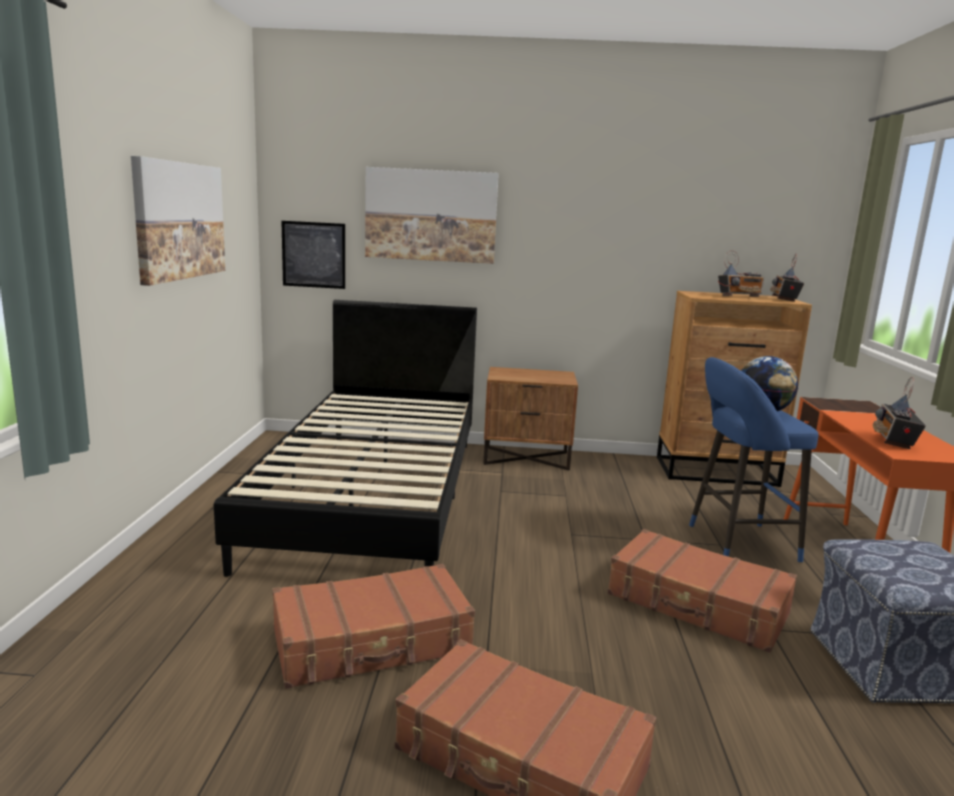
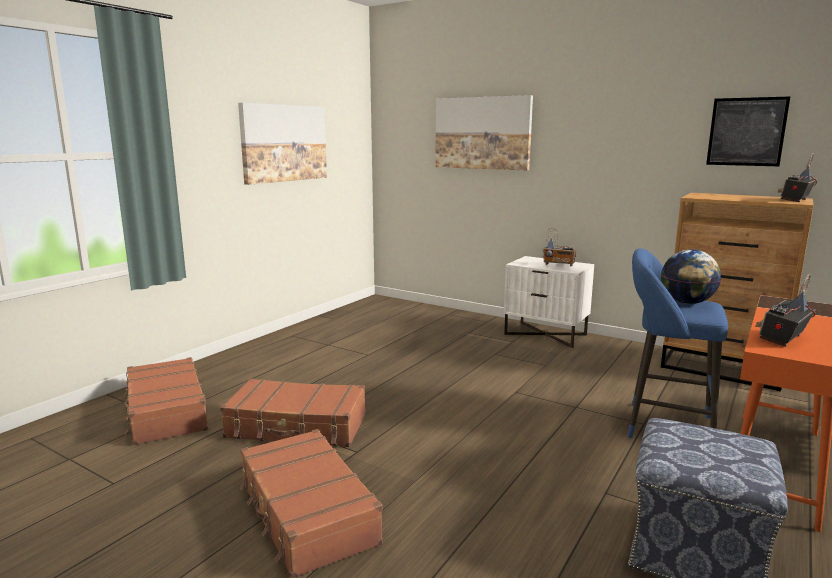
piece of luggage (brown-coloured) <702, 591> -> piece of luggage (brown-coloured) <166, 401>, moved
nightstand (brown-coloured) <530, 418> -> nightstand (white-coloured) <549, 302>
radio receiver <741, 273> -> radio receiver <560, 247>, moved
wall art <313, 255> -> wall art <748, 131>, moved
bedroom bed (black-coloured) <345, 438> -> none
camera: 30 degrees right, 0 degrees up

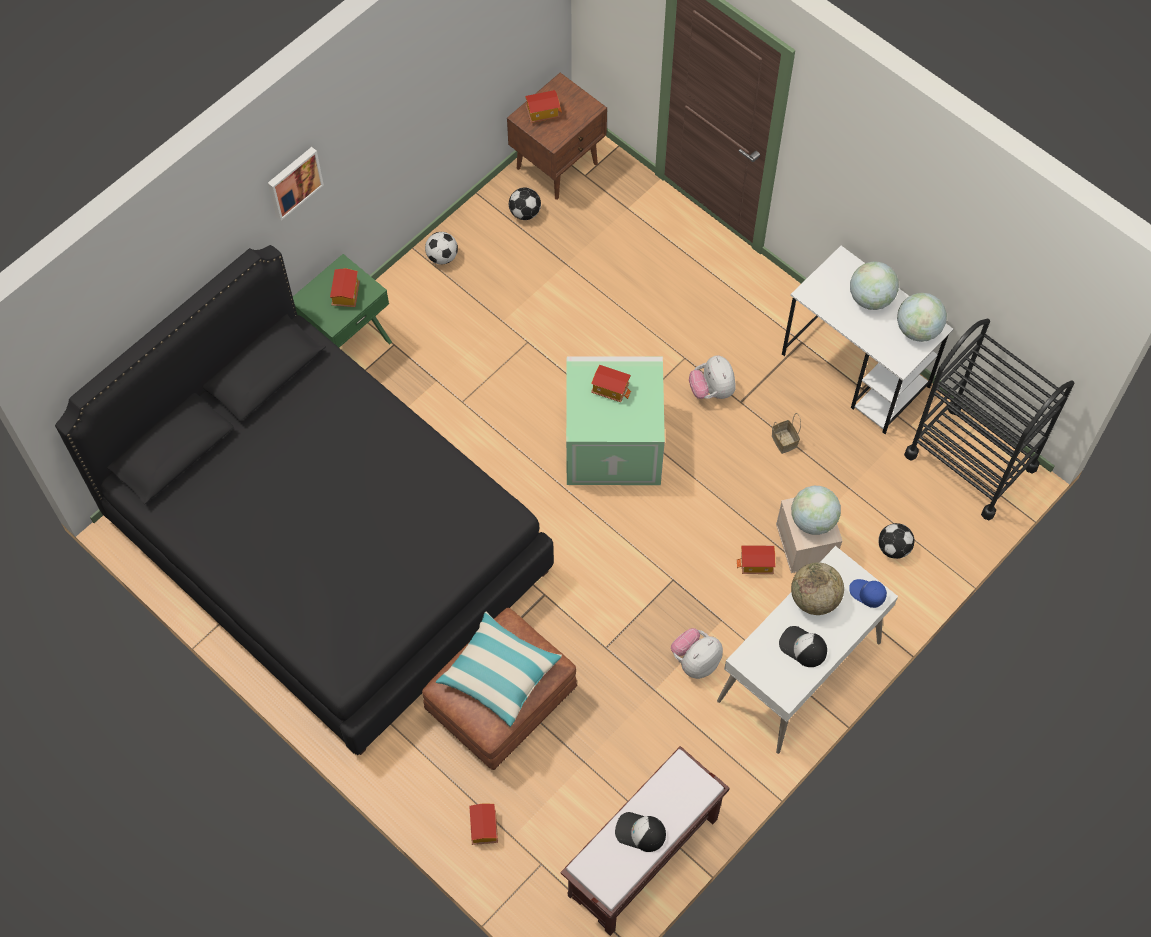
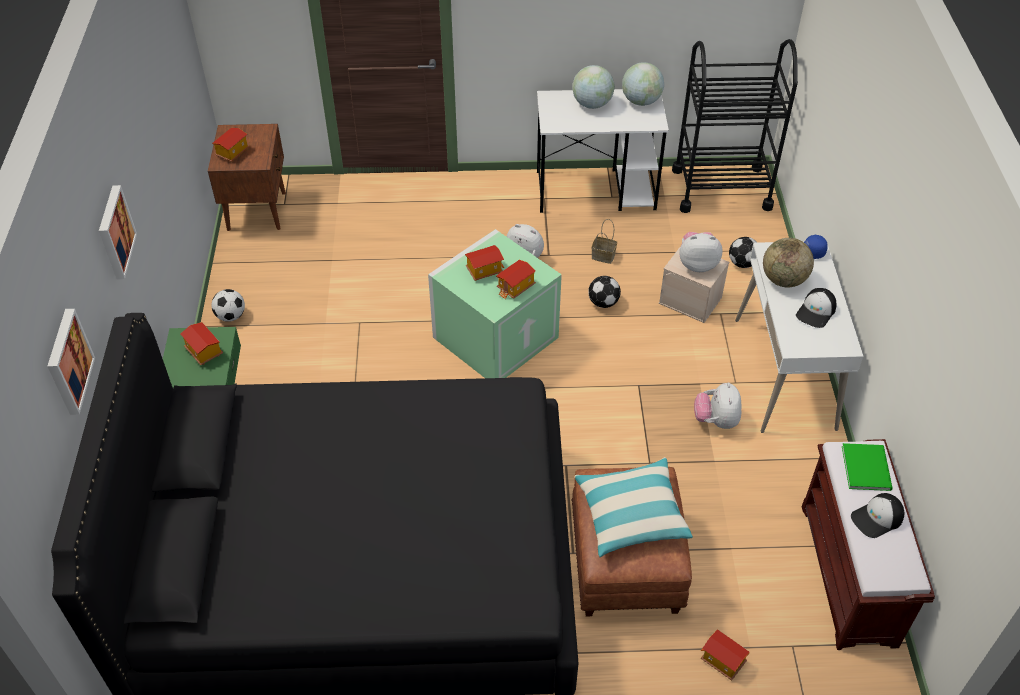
none -> wall art <71, 362>
model house <756, 560> -> model house <516, 279>, moved
football <525, 203> -> football <604, 292>, moved
world globe <816, 510> -> soft toy <701, 252>
cap <803, 646> -> cap <816, 308>, 45 degrees counterclockwise
none -> volume (green-coloured) <867, 467>
camera: 45 degrees left, 15 degrees down

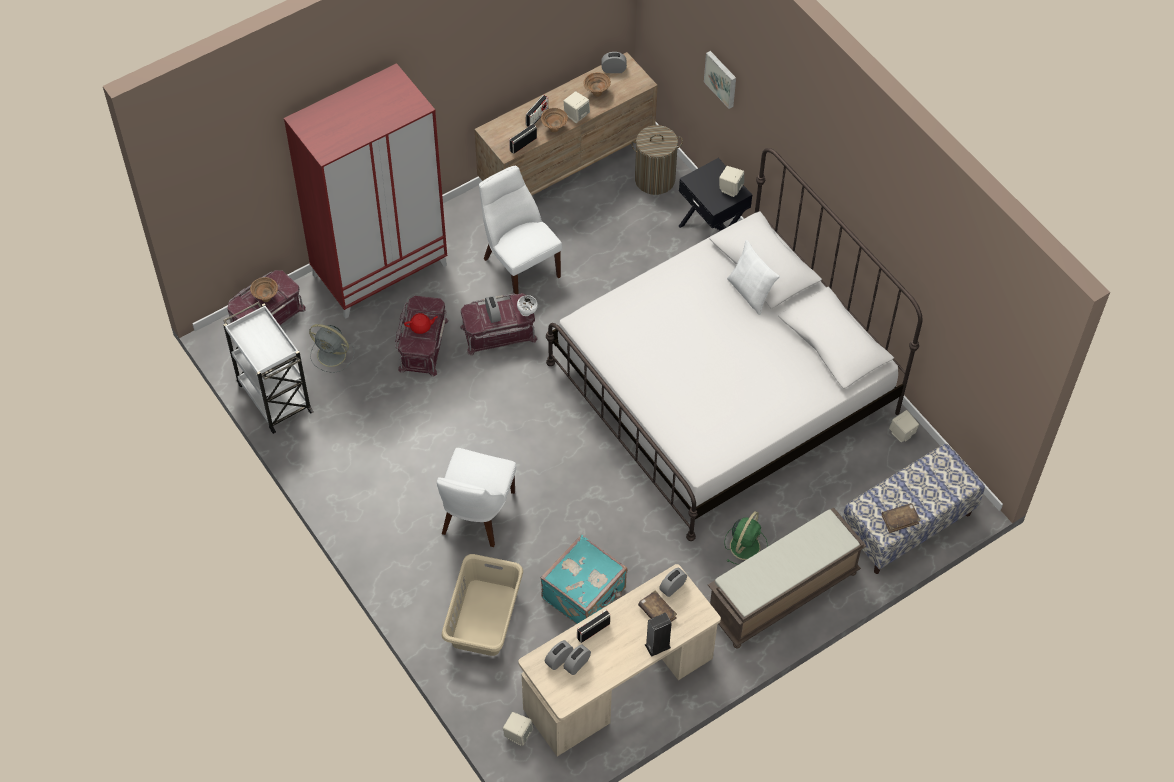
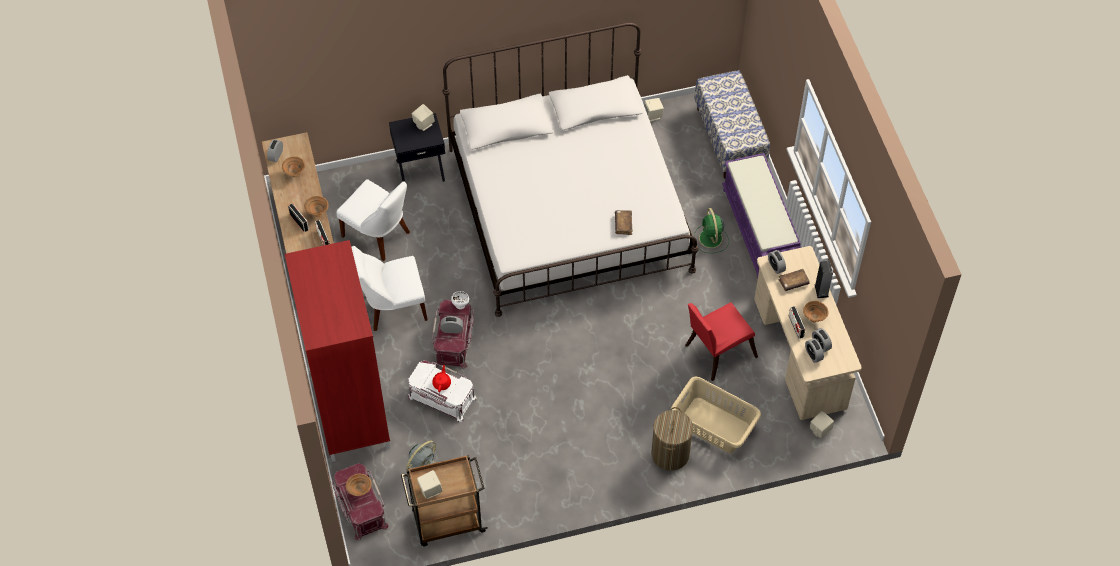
plain chair (white-coloured) <476, 497> -> plain chair (white-coloured) <373, 220>, moved
trolley (white-coloured) <268, 368> -> trolley (brown-coloured) <444, 500>
storage box (red-coloured) <422, 336> -> storage box (white-coloured) <442, 391>
speaker (sand-coloured) <577, 107> -> speaker (sand-coloured) <429, 484>, moved
volume (brown-coloured) <901, 518> -> volume (brown-coloured) <624, 222>, moved
hamper <657, 160> -> hamper <672, 439>, moved
piece of luggage (turquoise) <584, 579> -> plain chair (red-coloured) <721, 341>
cooling fan (green-coloured) <746, 538> -> cooling fan (green-coloured) <711, 230>, 150 degrees counterclockwise
indoor bench (brown-coloured) <787, 577> -> indoor bench (purplish) <761, 216>
none -> deep dish (brown-coloured) <815, 311>
wall art <720, 80> -> none
throw pillow (white-coloured) <753, 277> -> none
camera: 70 degrees left, 0 degrees up

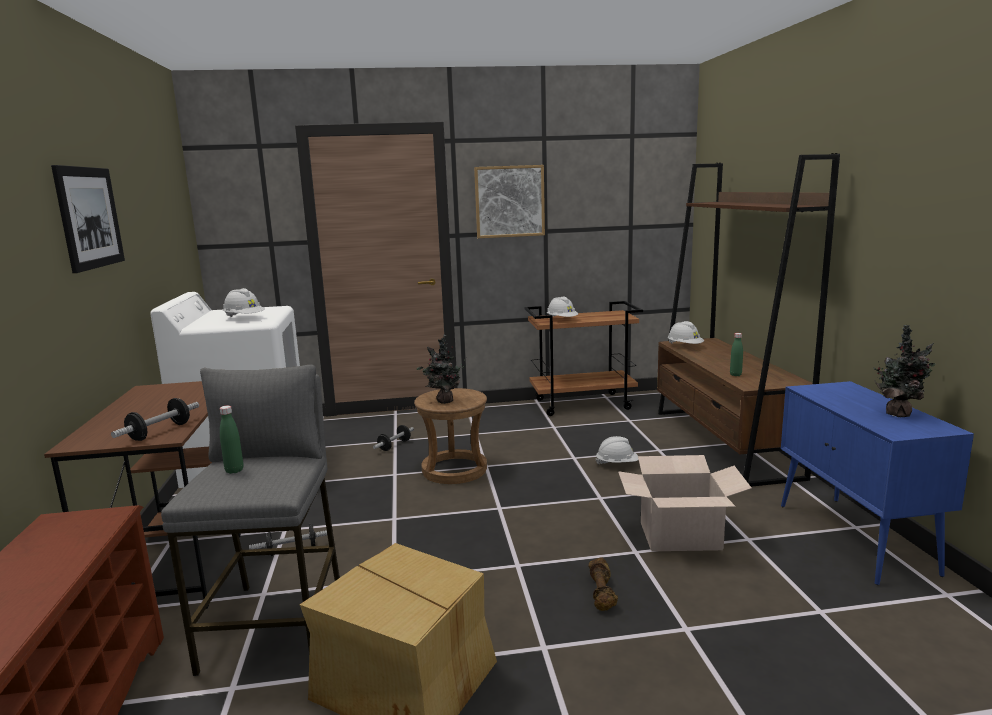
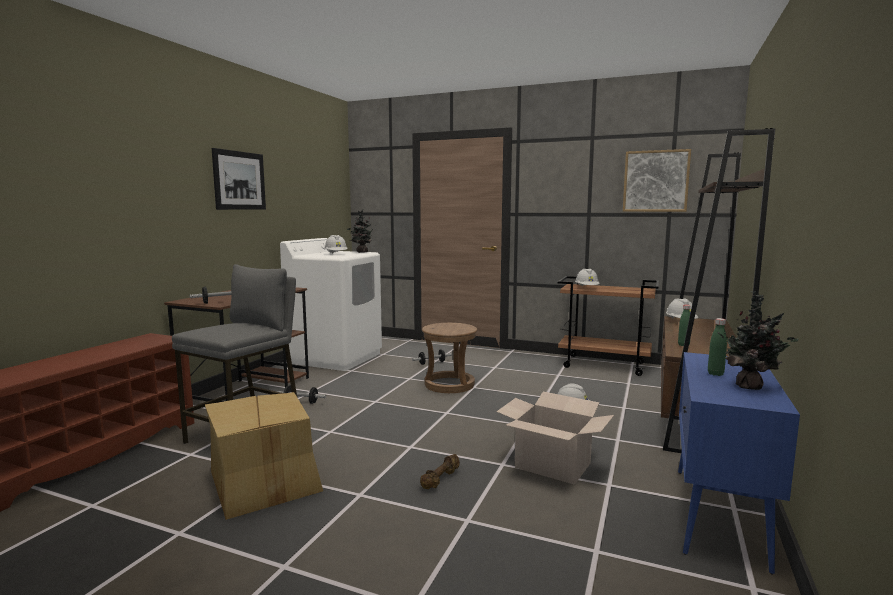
plant in a pot <441, 369> -> plant in a pot <360, 231>, moved
wall art <509, 201> -> wall art <657, 180>, moved
bottle (green-coloured) <232, 440> -> bottle (green-coloured) <717, 347>, moved
camera: 30 degrees right, 5 degrees down

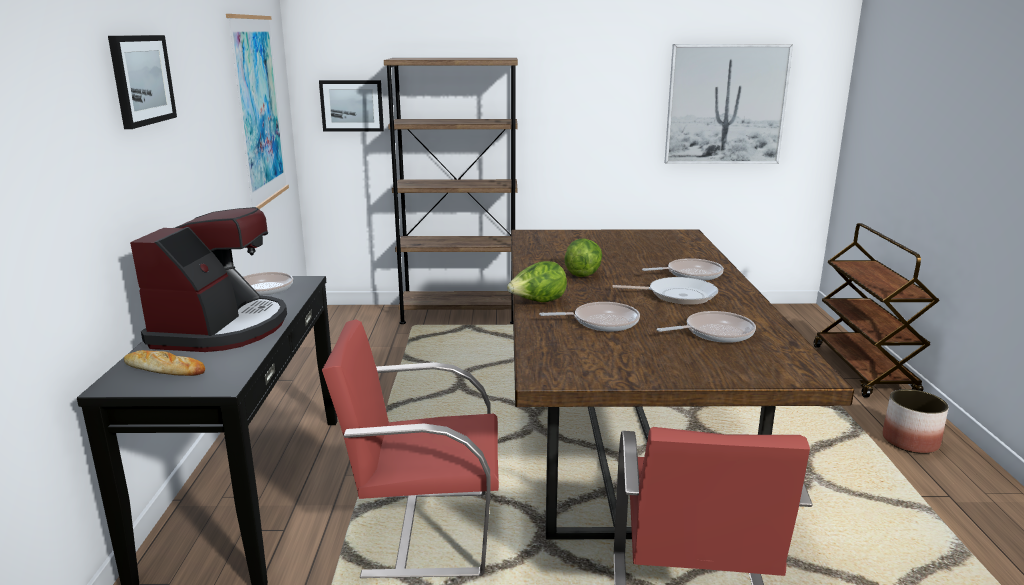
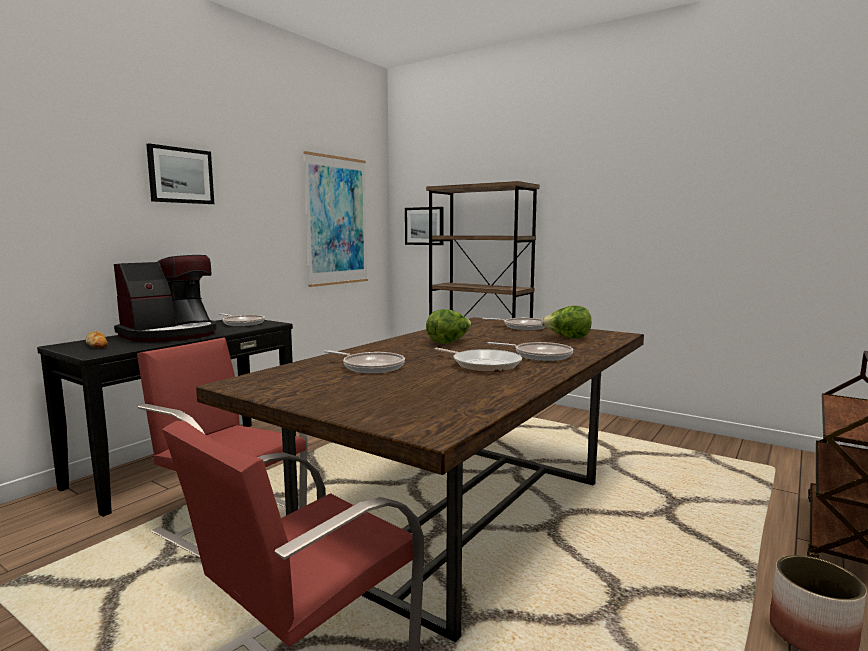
skillet <706, 327> -> skillet <513, 324>, moved
head of lettuce <537, 281> -> head of lettuce <566, 322>, moved
wall art <728, 104> -> none
camera: 35 degrees right, 10 degrees down

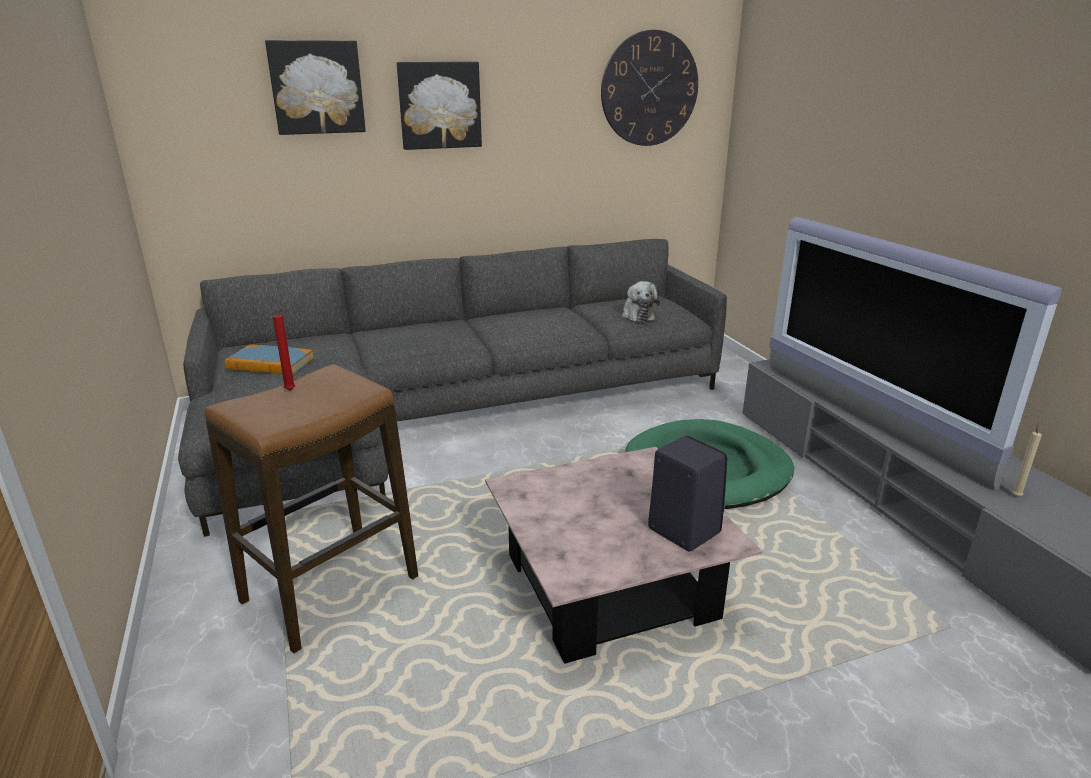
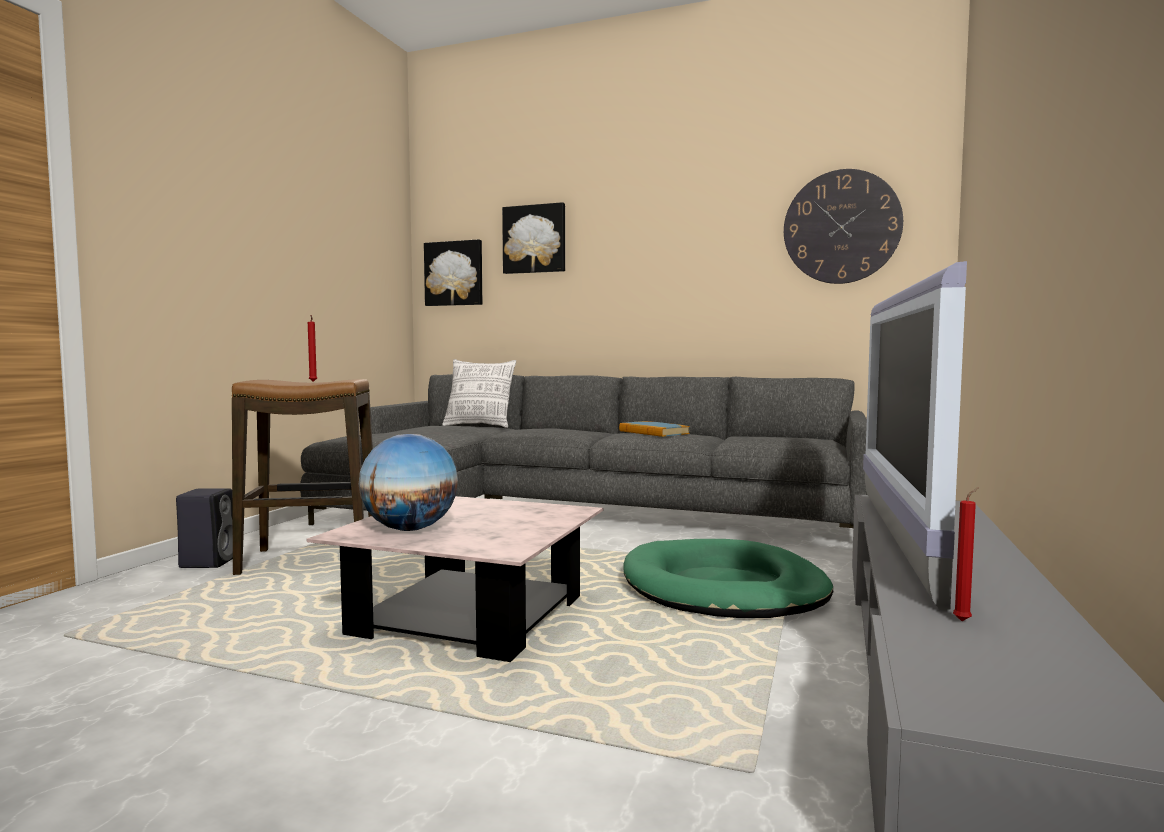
speaker (black-coloured) <687, 493> -> speaker (black-coloured) <204, 528>, moved
none -> world globe <408, 482>
wall art <439, 106> -> wall art <453, 272>, moved
none -> throw pillow <479, 393>
volume <269, 359> -> volume <654, 429>, moved
wax light (sand-coloured) <1027, 460> -> wax light (red-coloured) <966, 554>
soft toy <641, 301> -> none
camera: 40 degrees right, 20 degrees down

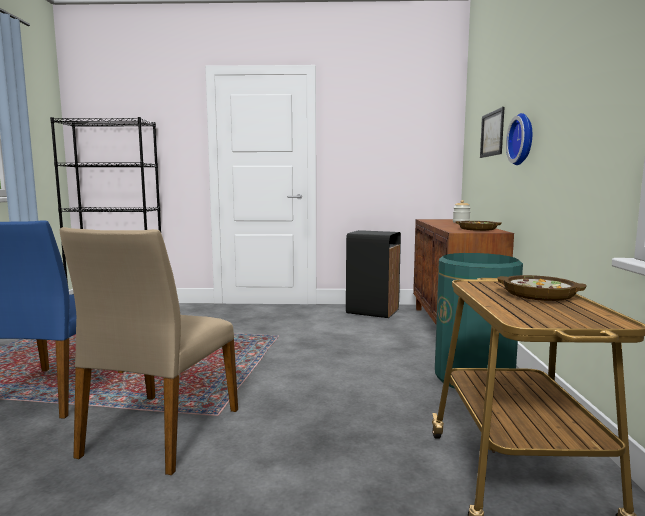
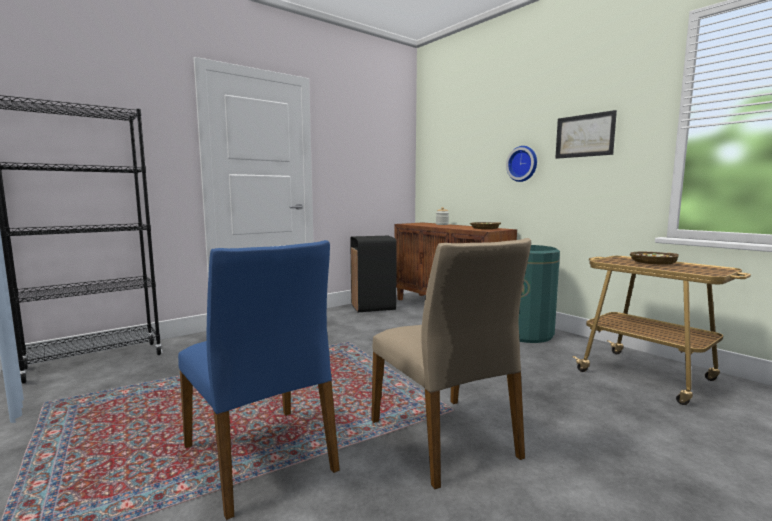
wall art <492, 132> -> wall art <586, 134>, moved
camera: 40 degrees left, 0 degrees up

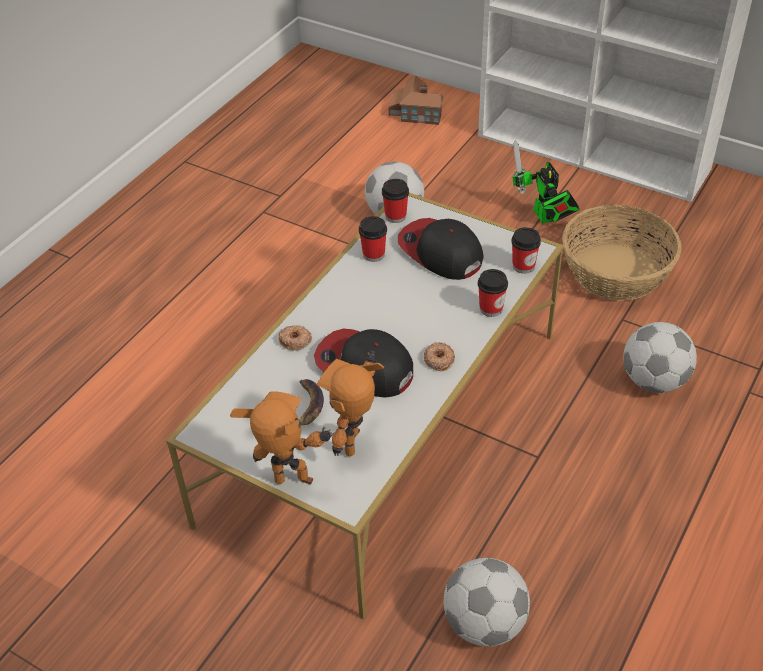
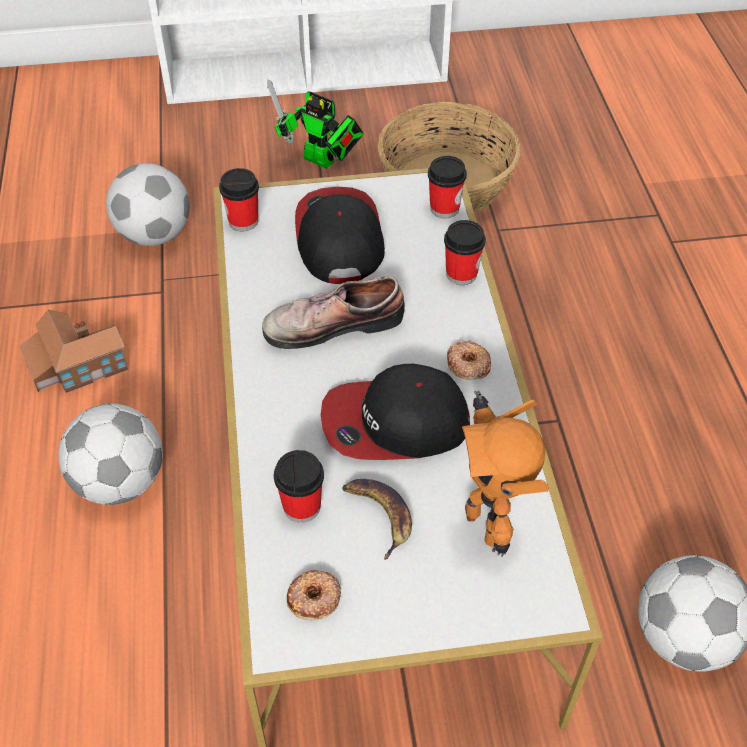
model house <416, 100> -> model house <73, 351>, moved
football <660, 357> -> football <110, 454>, moved
none -> low shoe <333, 312>
cup <373, 239> -> cup <299, 486>, moved
ring doughnut <295, 338> -> ring doughnut <314, 595>, moved
cap <441, 249> -> cap <340, 235>, 75 degrees clockwise
robot figure <282, 438> -> none
camera: 40 degrees left, 5 degrees up

